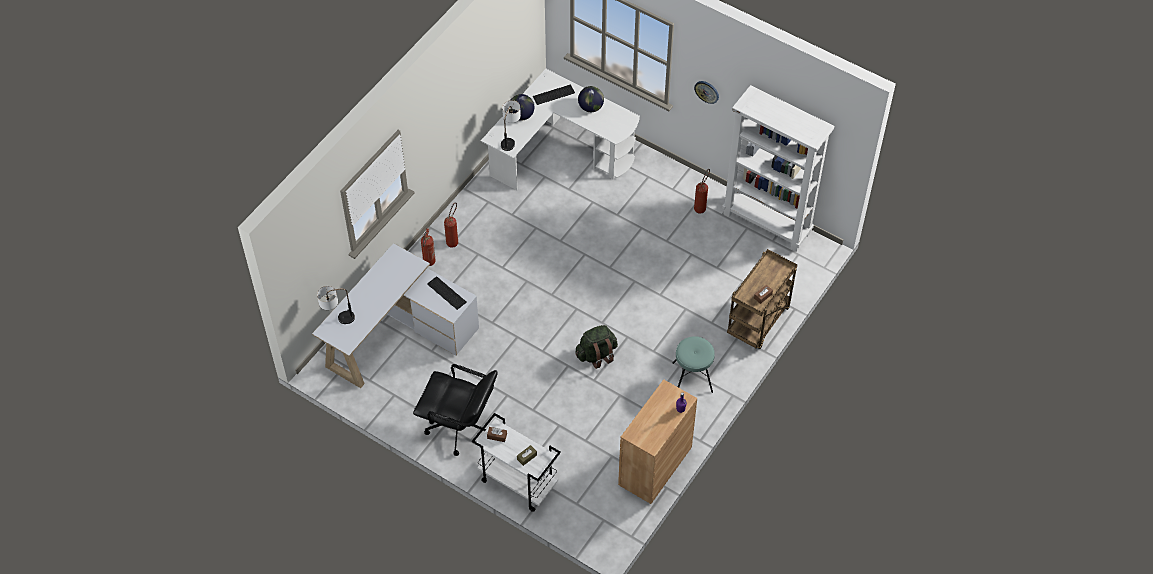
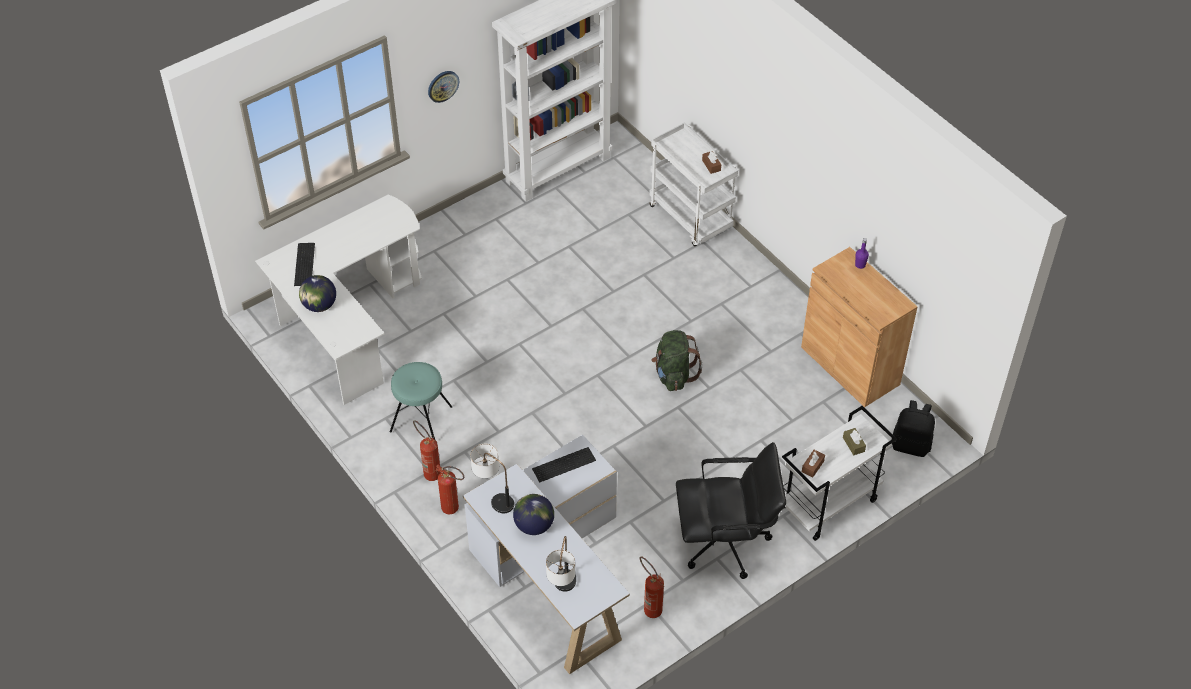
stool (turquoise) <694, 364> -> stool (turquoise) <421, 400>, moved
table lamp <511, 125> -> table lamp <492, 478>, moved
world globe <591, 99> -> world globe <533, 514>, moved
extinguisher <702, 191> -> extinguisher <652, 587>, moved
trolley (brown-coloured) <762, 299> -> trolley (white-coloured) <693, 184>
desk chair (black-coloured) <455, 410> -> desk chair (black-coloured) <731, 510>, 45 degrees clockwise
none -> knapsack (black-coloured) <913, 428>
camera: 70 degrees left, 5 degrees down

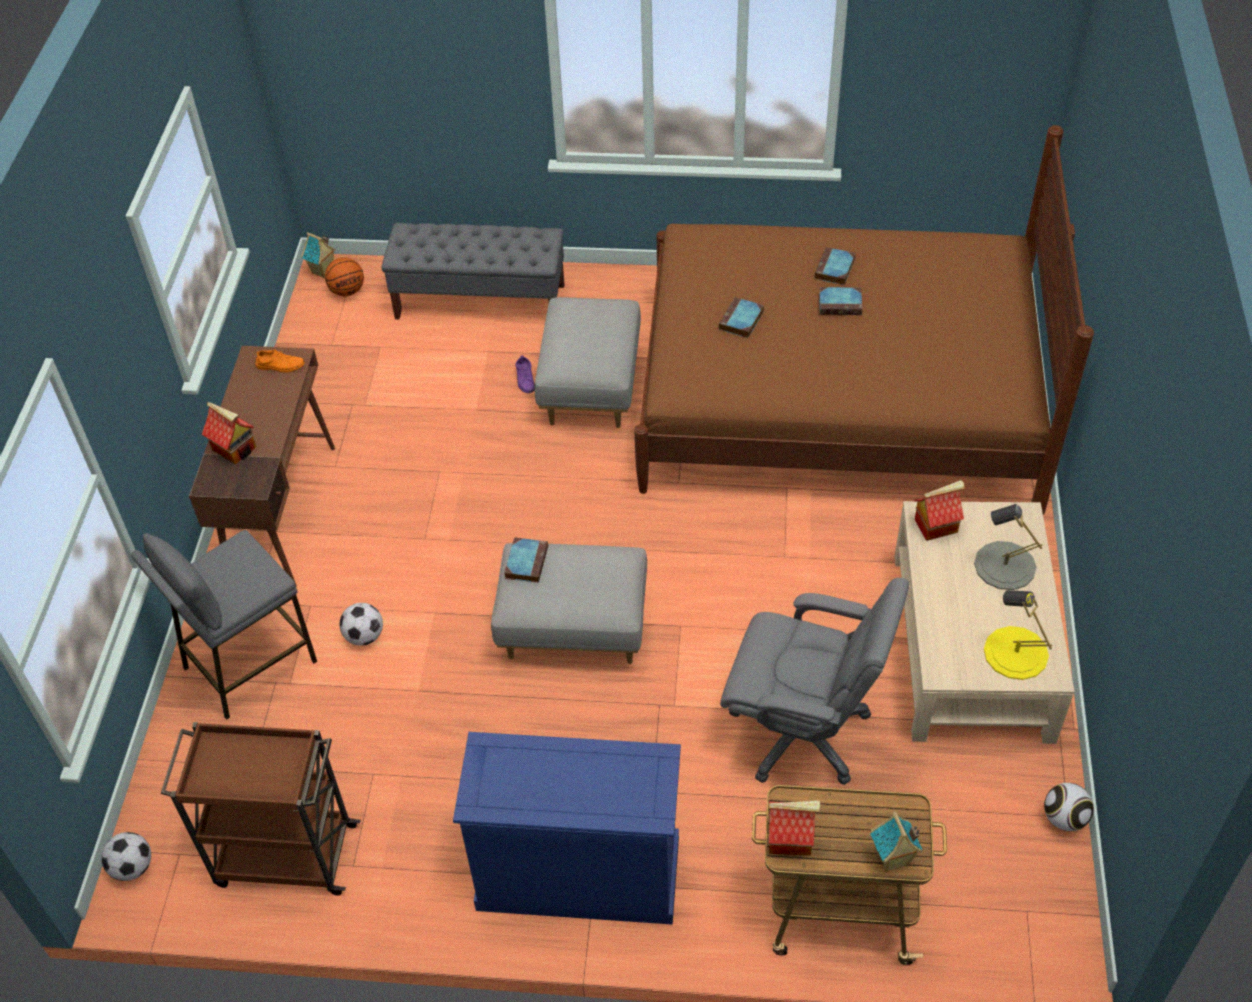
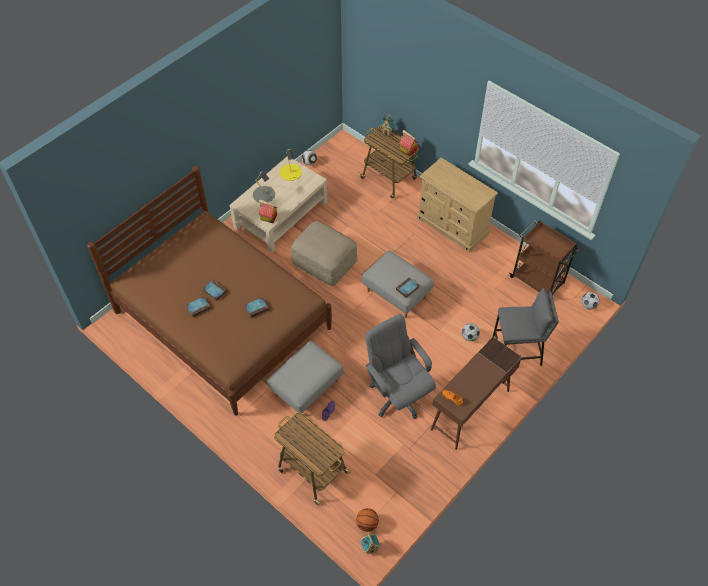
indoor bench (greyish) <473, 271> -> trolley <312, 458>
none -> ottoman (sand-coloured) <324, 253>
desk chair (greyish) <814, 681> -> desk chair (greyish) <400, 366>, moved
chest of drawers (blue) <567, 828> -> chest of drawers (sand-coloured) <457, 205>
model house <229, 433> -> none
camera: 145 degrees left, 5 degrees up

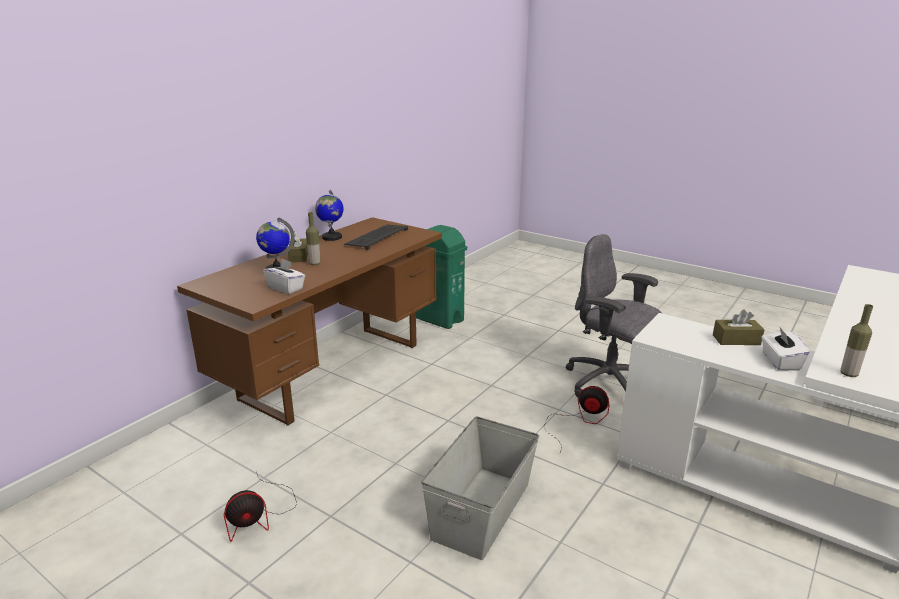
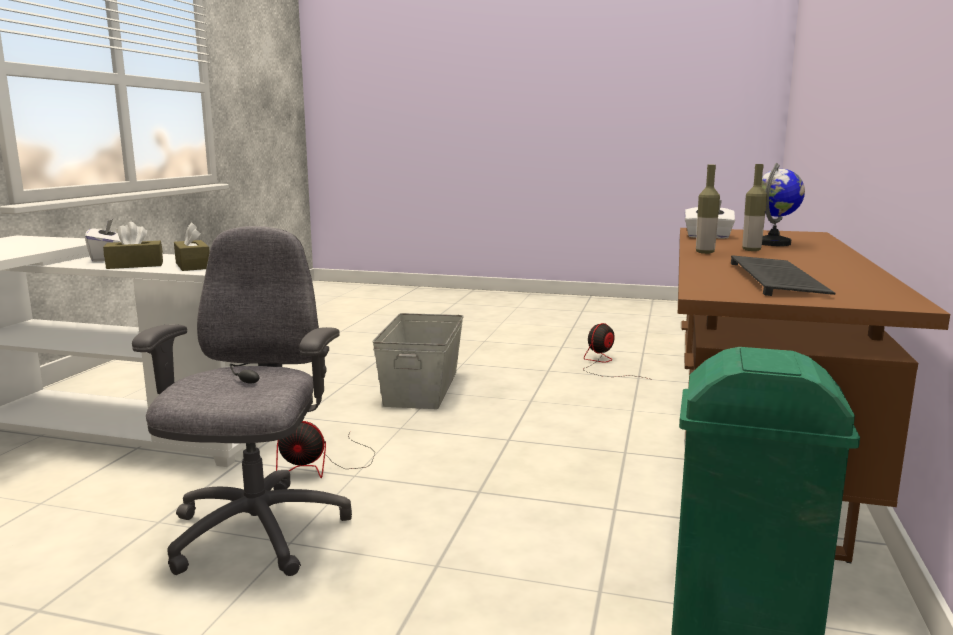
desk chair (greyish) <614, 315> -> desk chair (greyish) <242, 401>, 105 degrees counterclockwise
box of tissues (brown-coloured) <298, 246> -> box of tissues (brown-coloured) <192, 246>, moved
bottle <857, 340> -> bottle <708, 209>, moved
world globe <329, 215> -> none
camera: 160 degrees right, 10 degrees down

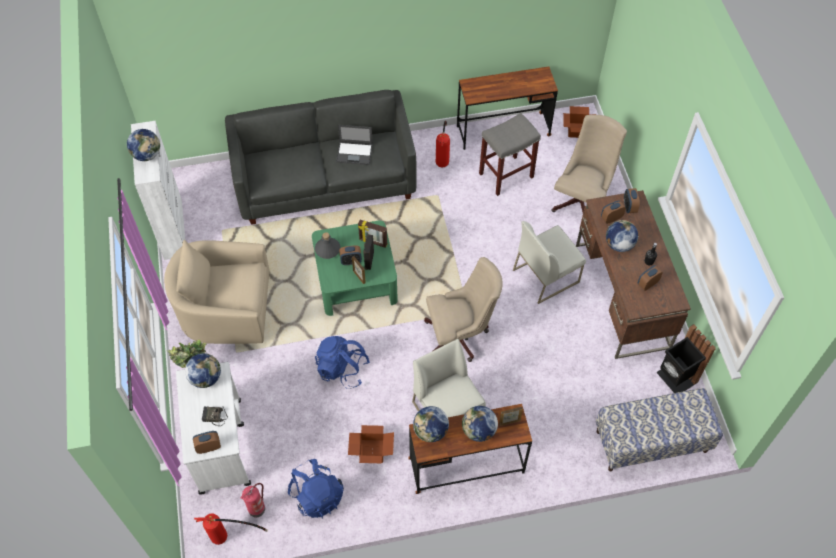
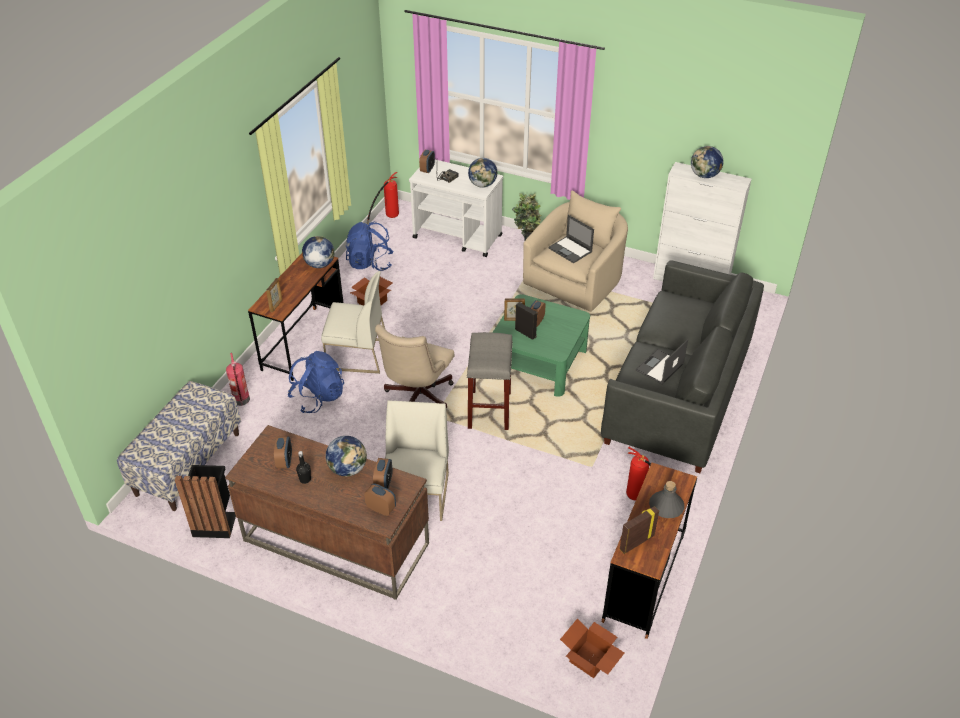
extinguisher <252, 500> -> extinguisher <238, 379>, moved
knapsack (blue) <342, 362> -> knapsack (blue) <316, 382>, moved
stool (greyish) <510, 154> -> stool (greyish) <490, 381>, moved
none -> portable computer <571, 239>
photo frame <372, 234> -> photo frame <639, 530>, moved
bottle (greyish) <327, 245> -> bottle (greyish) <667, 499>, moved
world globe <480, 424> -> none
desk chair (sand-coloured) <589, 163> -> none
camera: 125 degrees right, 15 degrees down

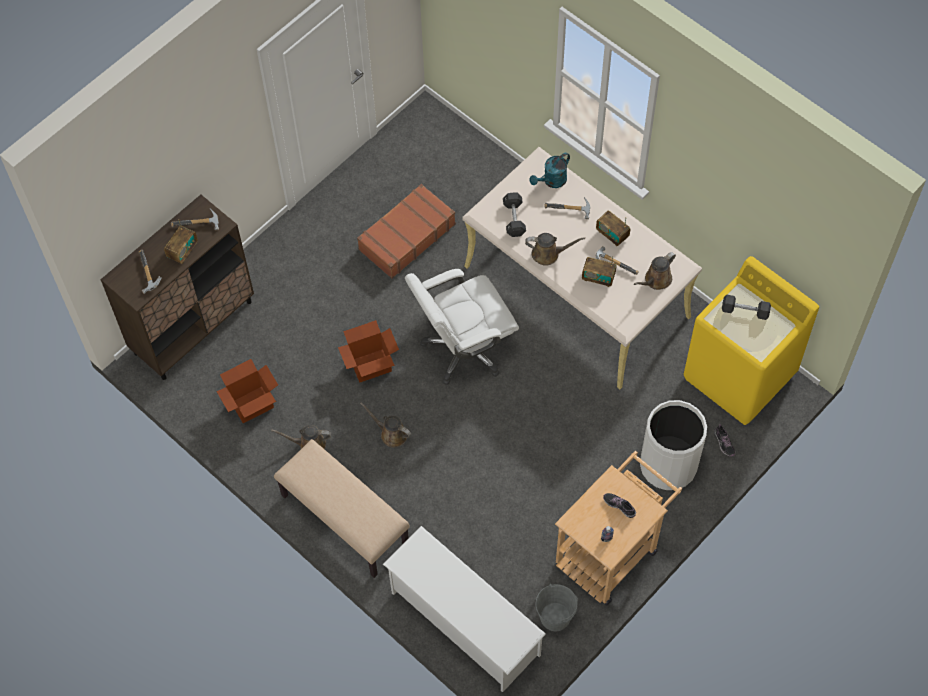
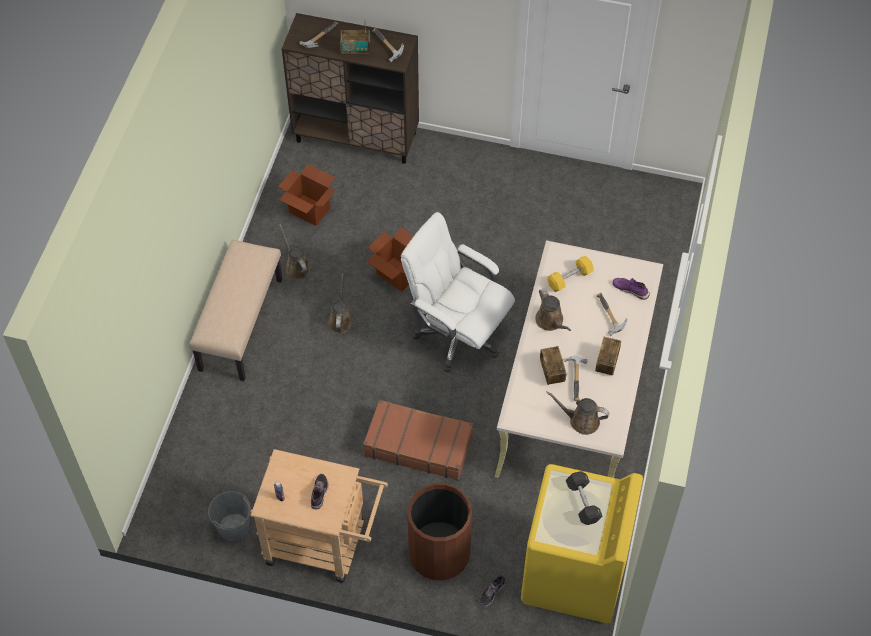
piece of luggage (brown-coloured) <406, 231> -> piece of luggage (brown-coloured) <418, 440>, moved
waste bin (white-coloured) <673, 445> -> waste bin (brown-coloured) <439, 531>
hand weight (black-coloured) <514, 214> -> hand weight (yellowish) <570, 274>
watering pot (turquoise) <549, 170> -> low shoe (purplish) <631, 289>
shoe shelf (white-coloured) <464, 609> -> none
camera: 60 degrees right, 5 degrees down

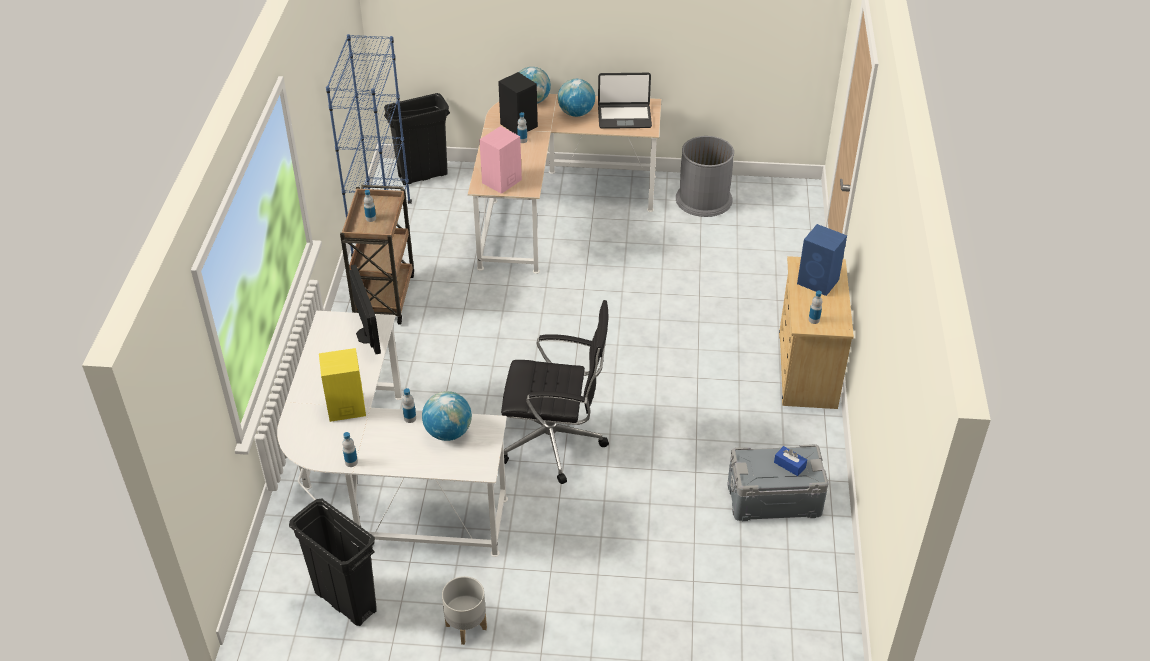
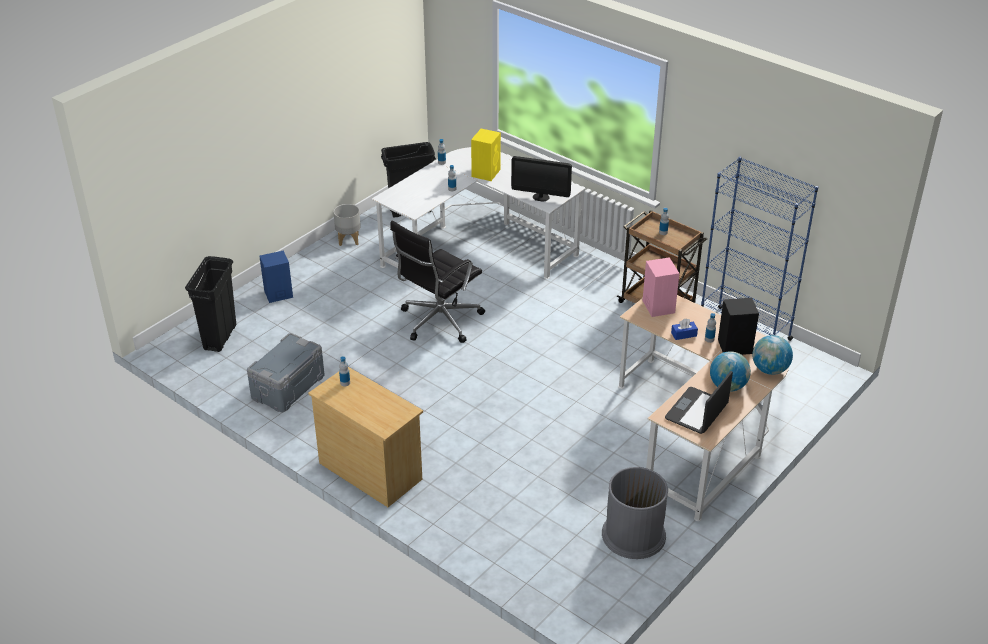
waste bin (black-coloured) <417, 139> -> waste bin (black-coloured) <210, 304>, moved
speaker (blue) <822, 260> -> speaker (blue) <276, 276>, moved
box of tissues (blue) <790, 461> -> box of tissues (blue) <684, 329>, moved
world globe <447, 416> -> none
camera: 125 degrees right, 5 degrees down

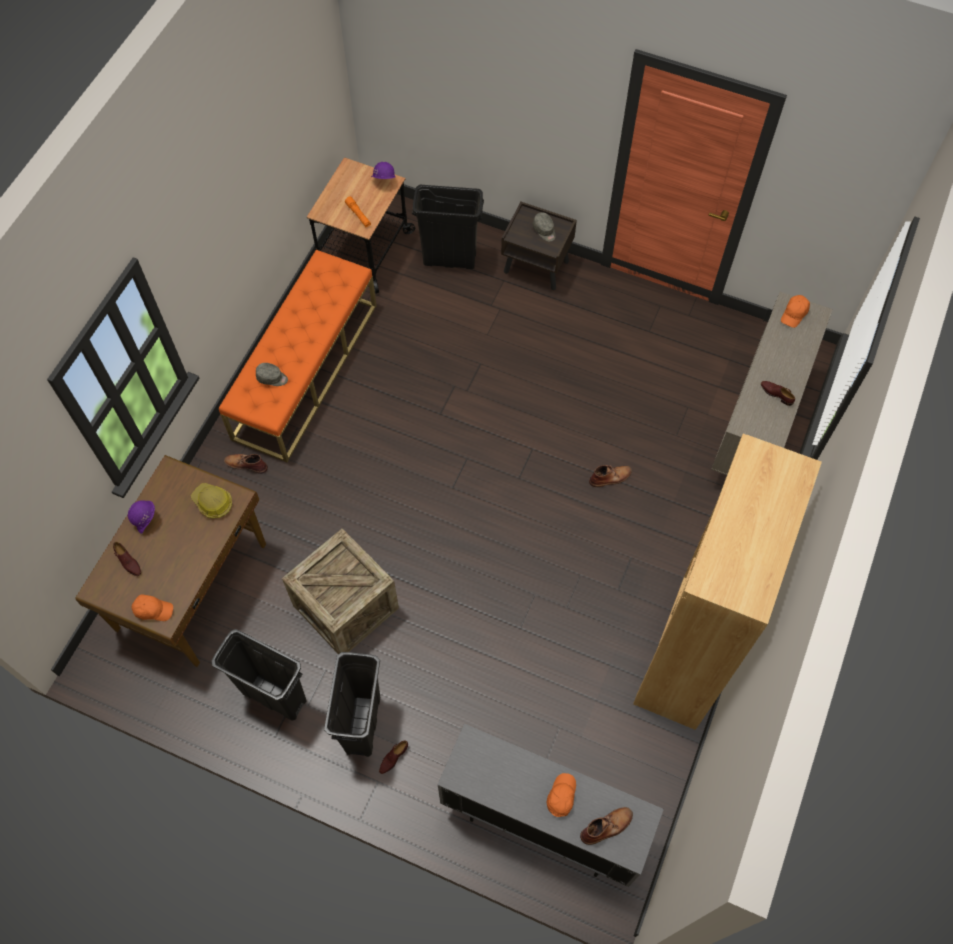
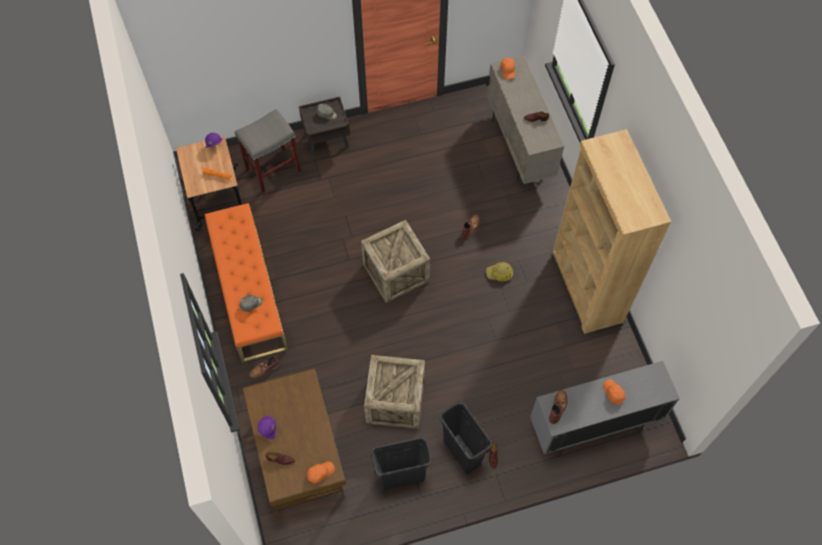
waste bin (black-coloured) <448, 227> -> stool (greyish) <268, 150>
none -> crate <395, 261>
hard hat <211, 501> -> hard hat <499, 271>, moved
tall boot (brown-coloured) <606, 826> -> tall boot (brown-coloured) <558, 407>, moved
camera: 40 degrees left, 0 degrees up

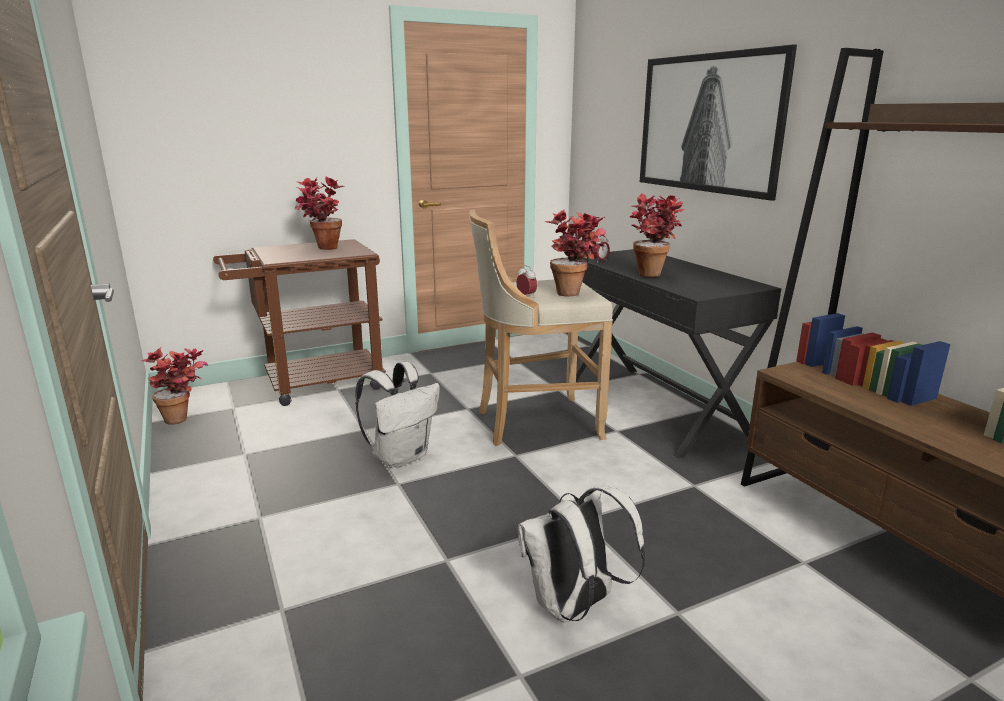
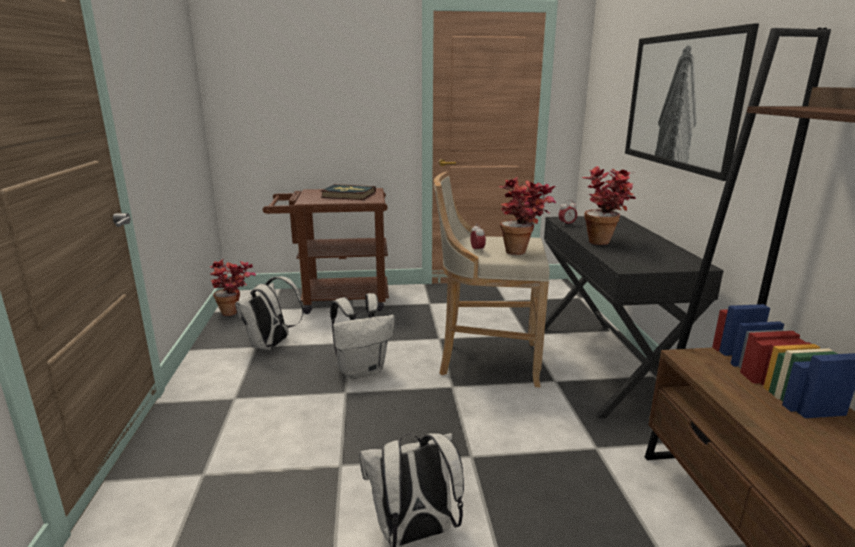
none -> knapsack (white-coloured) <269, 313>
plant in a pot <319, 213> -> volume <348, 192>
camera: 20 degrees right, 0 degrees up

